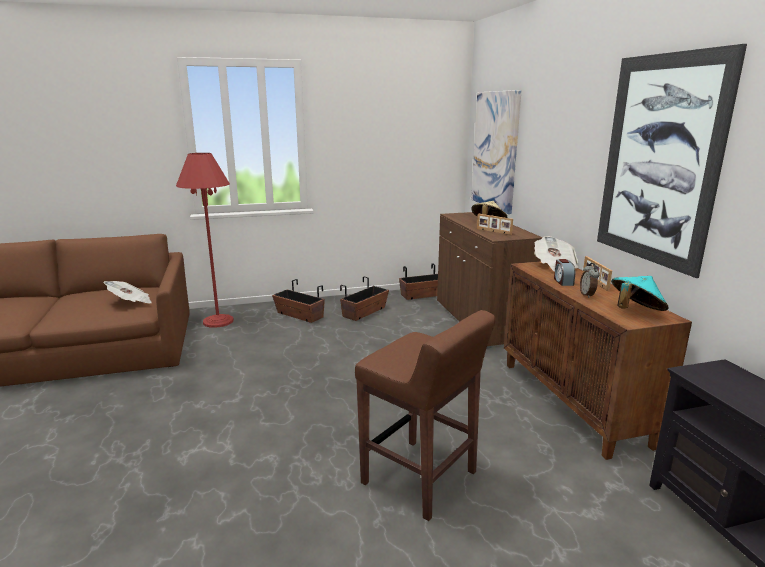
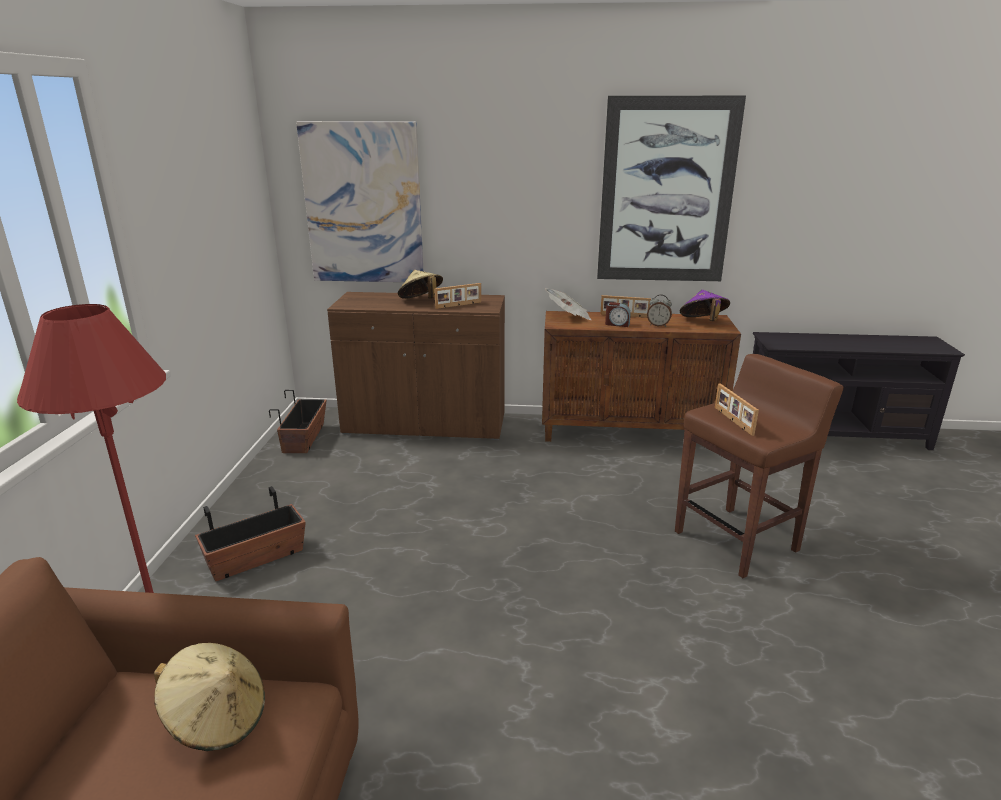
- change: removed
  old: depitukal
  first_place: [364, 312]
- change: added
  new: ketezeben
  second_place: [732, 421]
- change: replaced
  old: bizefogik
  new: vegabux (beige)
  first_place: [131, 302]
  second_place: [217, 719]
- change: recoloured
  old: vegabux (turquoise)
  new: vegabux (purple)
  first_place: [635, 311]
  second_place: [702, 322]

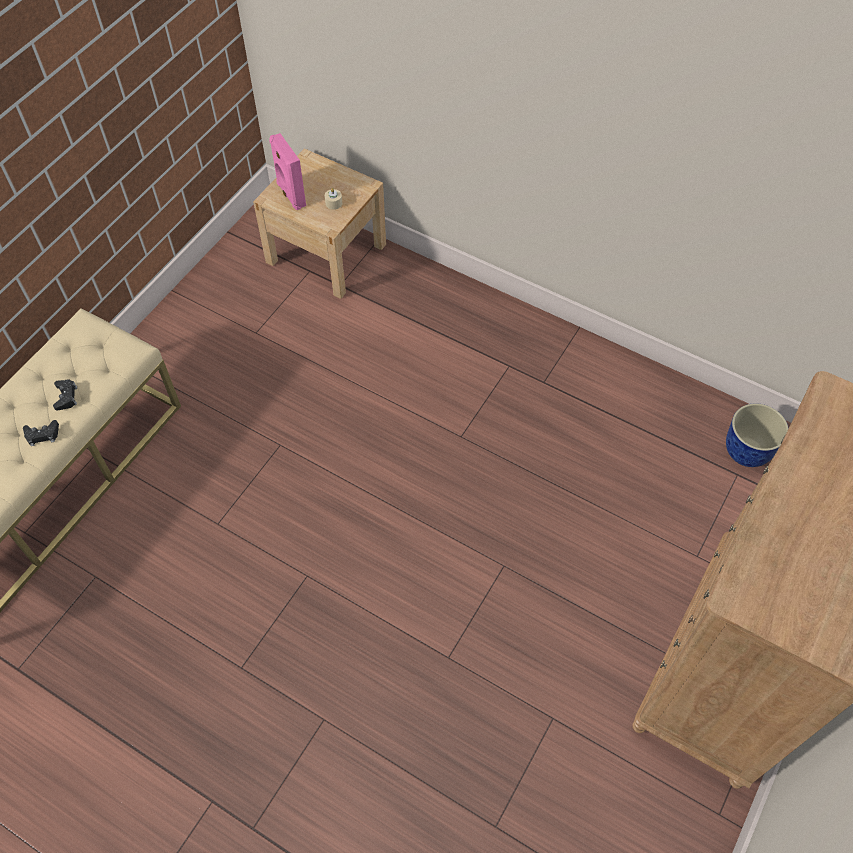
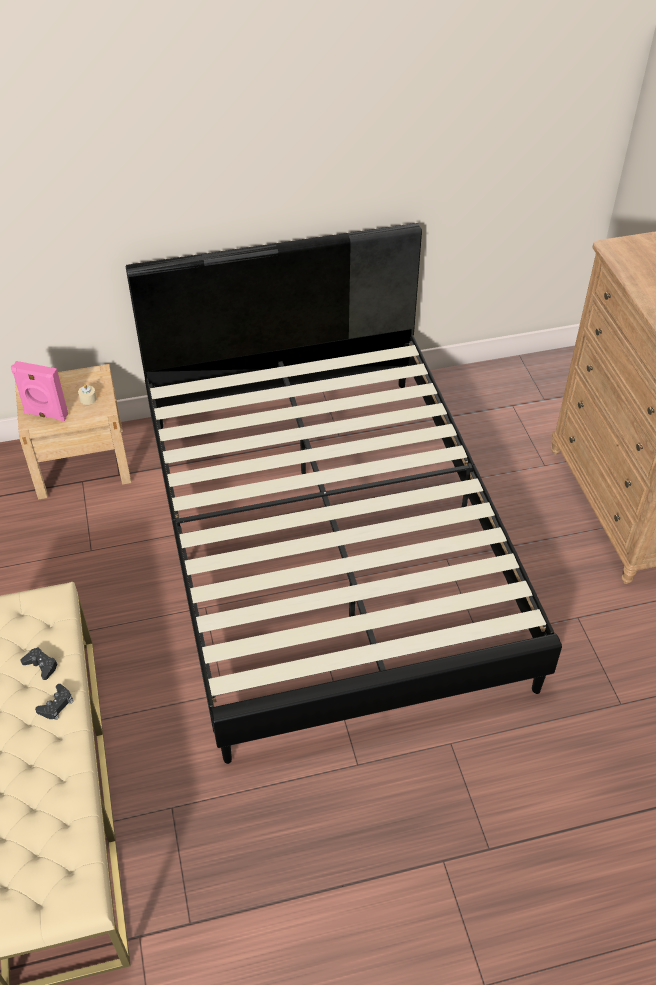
- change: removed
  old: depitukal
  first_place: [747, 451]
- change: added
  new: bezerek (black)
  second_place: [328, 541]

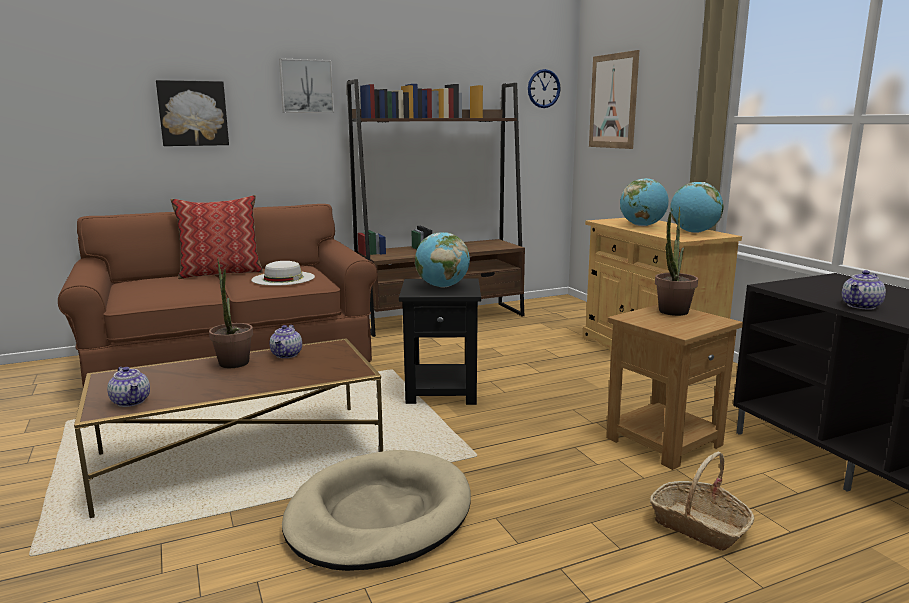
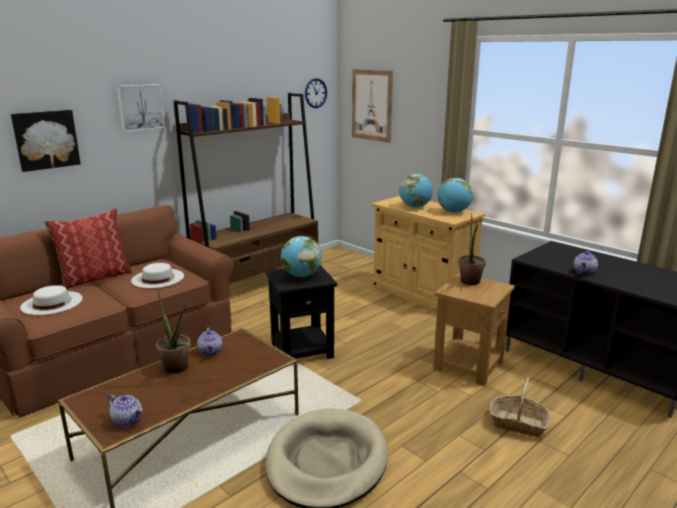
- change: added
  new: vegabux (white)
  second_place: [52, 303]

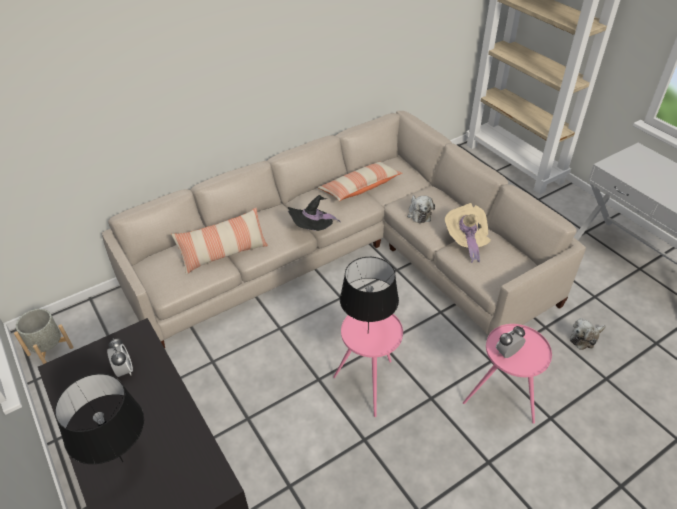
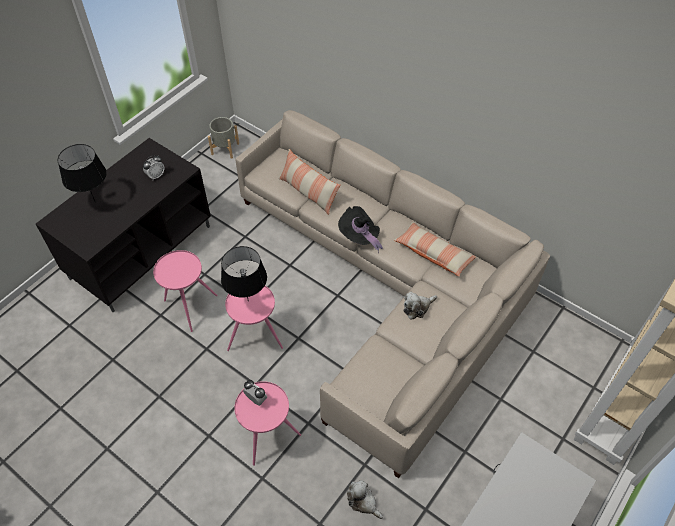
- change: removed
  old: vegabux (beige)
  first_place: [466, 241]
- change: added
  new: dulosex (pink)
  second_place: [189, 307]

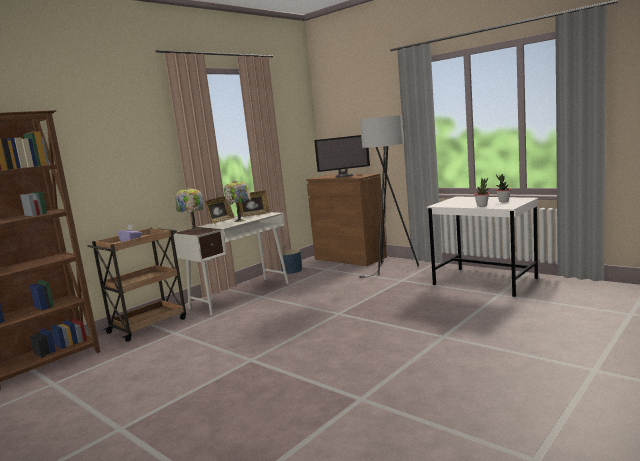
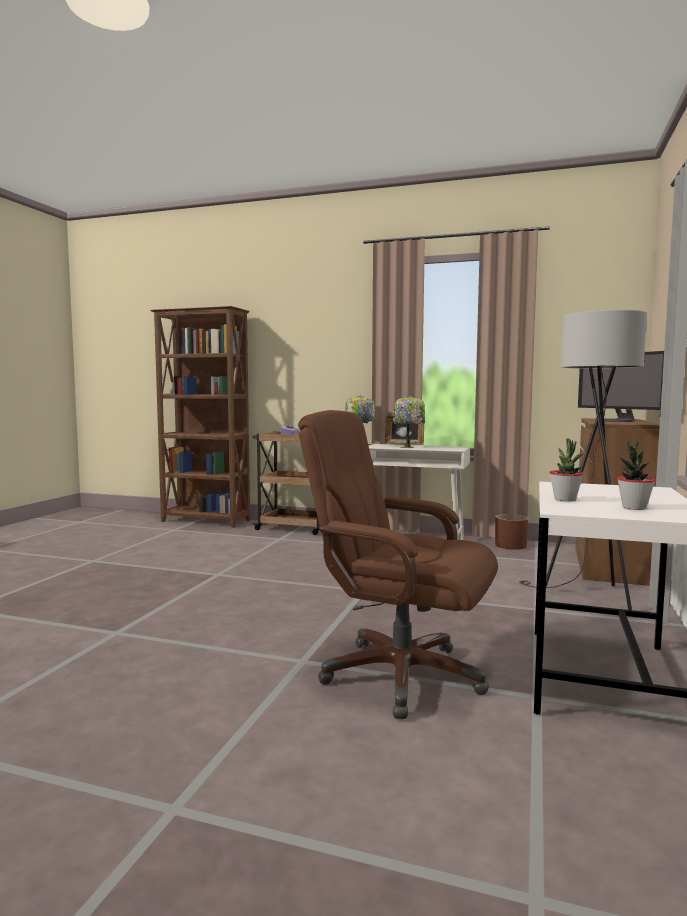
- change: removed
  old: ketezeben
  first_place: [254, 215]
- change: added
  new: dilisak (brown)
  second_place: [399, 675]
- change: recoloured
  old: depitukal (blue)
  new: depitukal (brown)
  first_place: [292, 270]
  second_place: [511, 545]

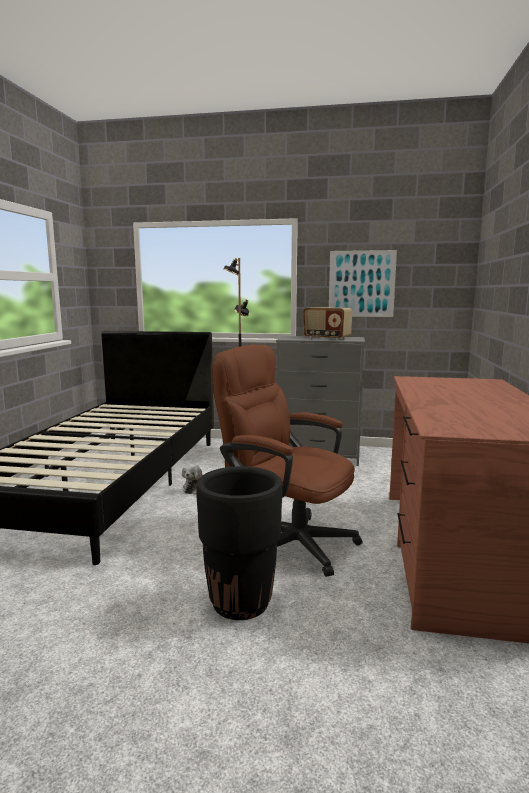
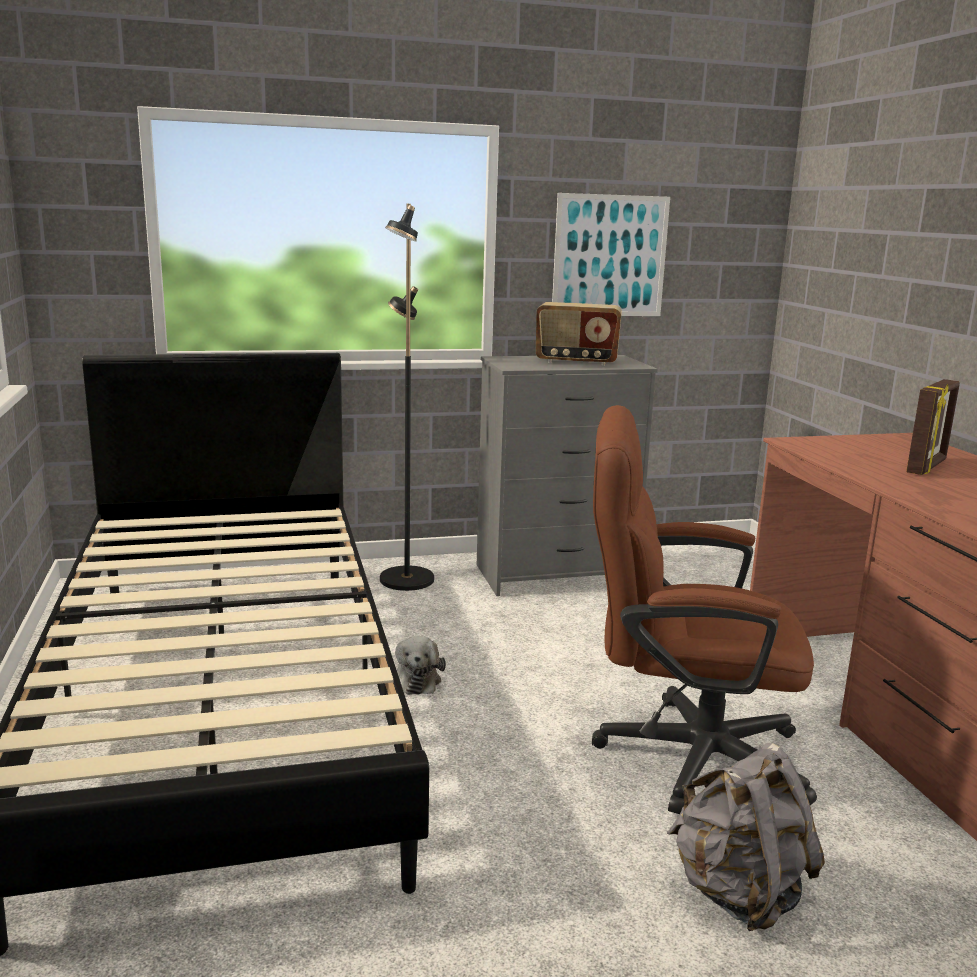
- change: added
  new: ketezeben
  second_place: [927, 467]
- change: replaced
  old: depitukal (black)
  new: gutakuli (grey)
  first_place: [240, 603]
  second_place: [738, 893]

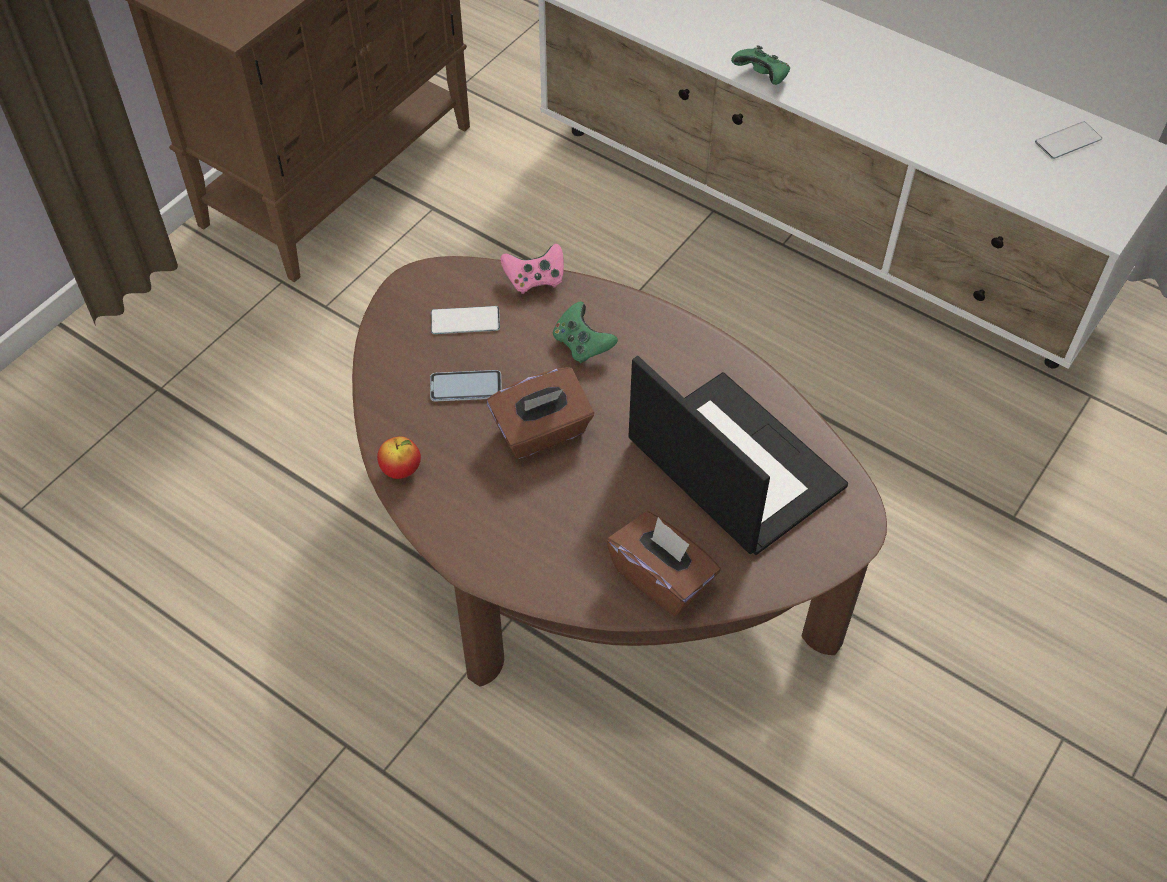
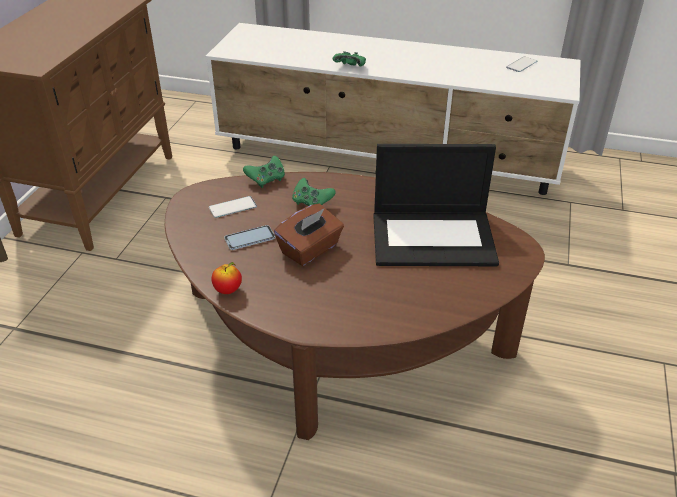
- change: removed
  old: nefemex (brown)
  first_place: [662, 578]
- change: recoloured
  old: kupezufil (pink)
  new: kupezufil (green)
  first_place: [535, 280]
  second_place: [266, 180]
- change: turned
  old: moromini
  first_place: [732, 463]
  second_place: [434, 238]
  degrees: 150

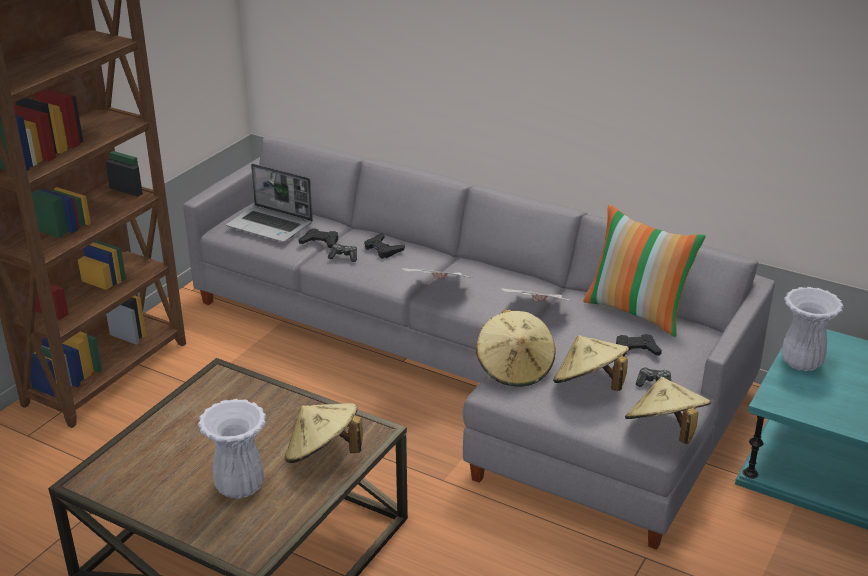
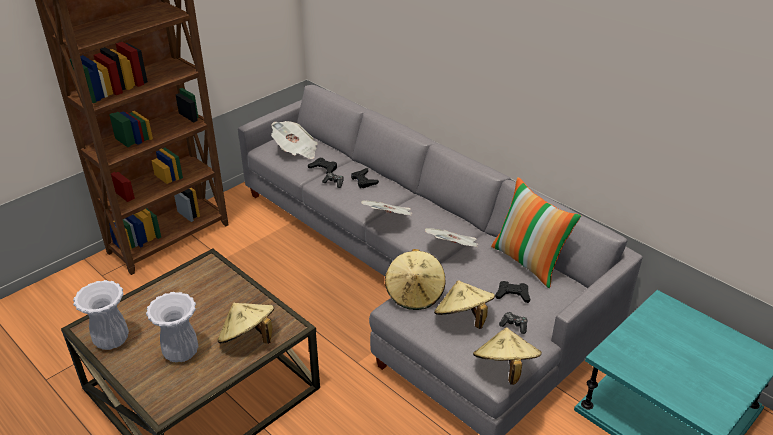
- change: moved
  old: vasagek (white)
  first_place: [801, 362]
  second_place: [112, 340]
- change: replaced
  old: moromini
  new: bizefogik
  first_place: [271, 225]
  second_place: [296, 150]

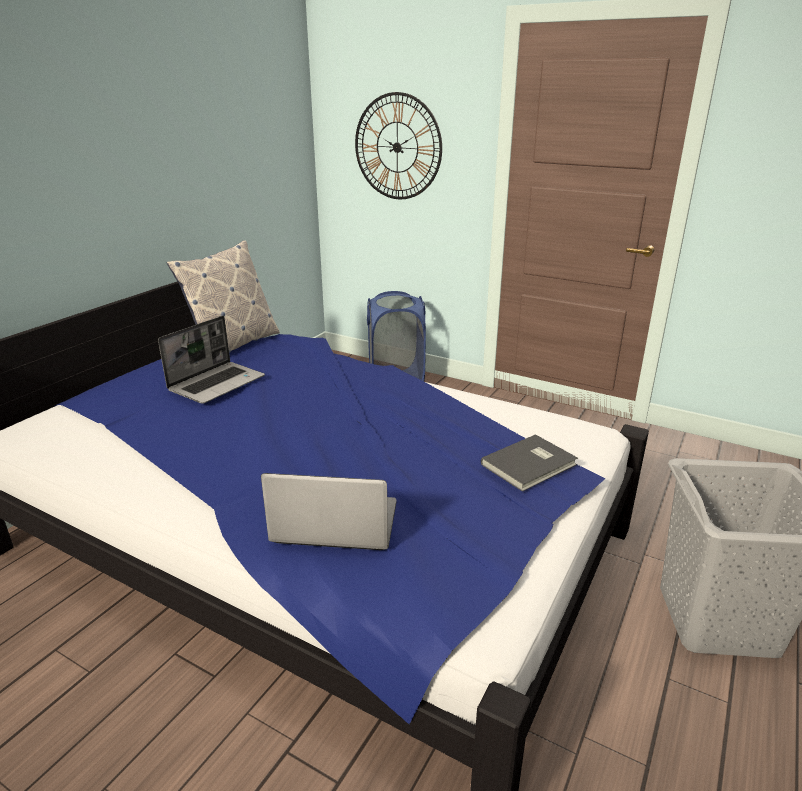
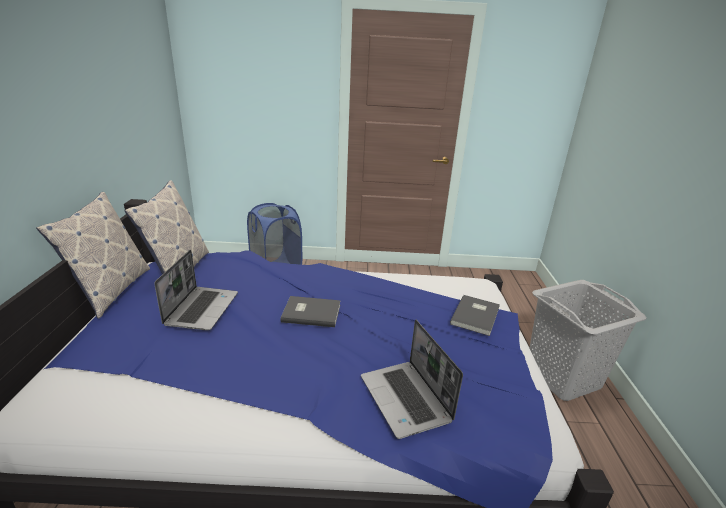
- change: removed
  old: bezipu
  first_place: [397, 147]
- change: added
  new: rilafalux
  second_place: [111, 290]
- change: added
  new: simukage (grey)
  second_place: [311, 312]
- change: turned
  old: moromini
  first_place: [333, 524]
  second_place: [406, 399]
  degrees: -90

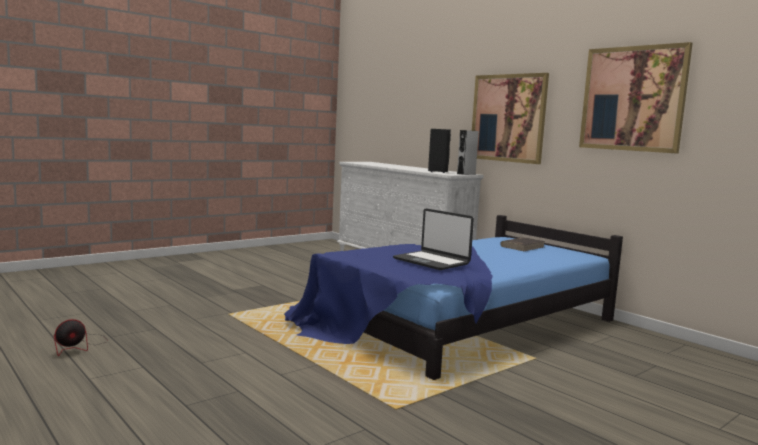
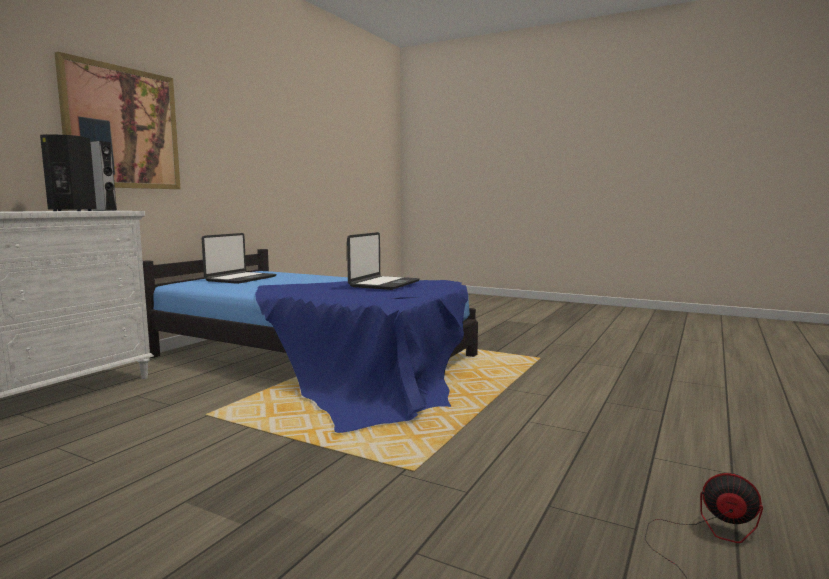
- change: removed
  old: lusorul
  first_place: [632, 99]
- change: replaced
  old: simukage (brown)
  new: moromini
  first_place: [522, 246]
  second_place: [240, 279]

